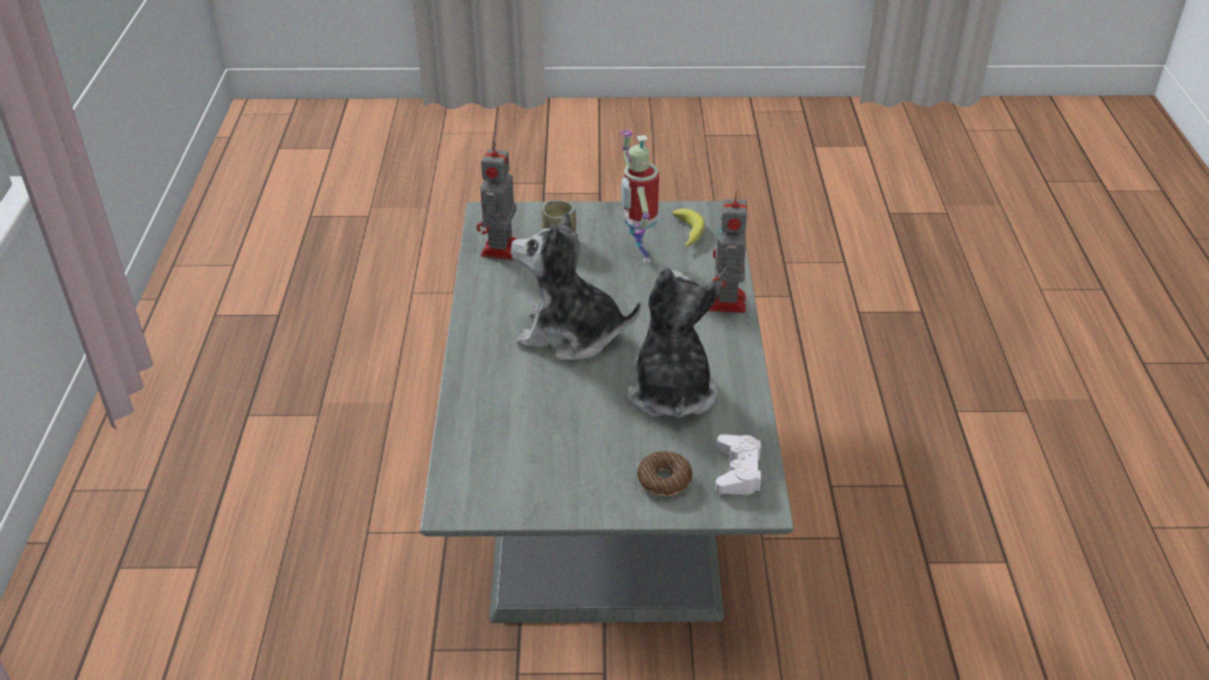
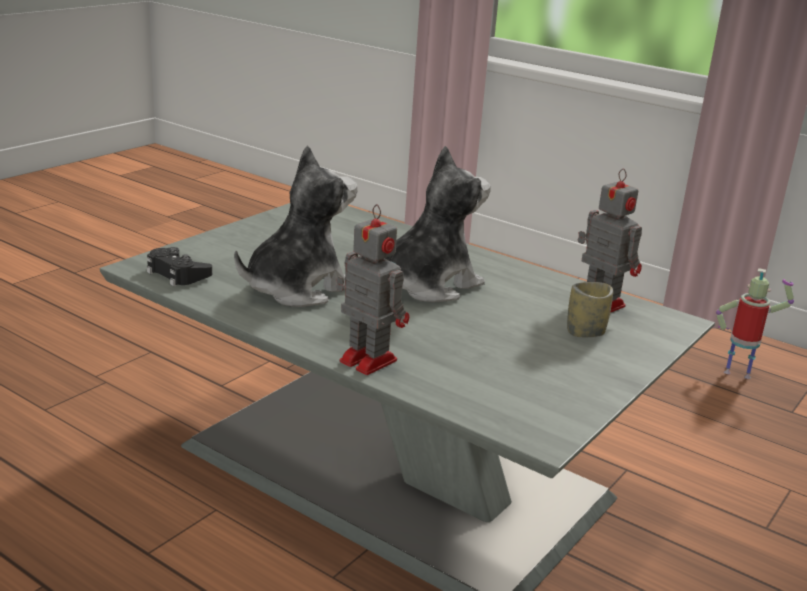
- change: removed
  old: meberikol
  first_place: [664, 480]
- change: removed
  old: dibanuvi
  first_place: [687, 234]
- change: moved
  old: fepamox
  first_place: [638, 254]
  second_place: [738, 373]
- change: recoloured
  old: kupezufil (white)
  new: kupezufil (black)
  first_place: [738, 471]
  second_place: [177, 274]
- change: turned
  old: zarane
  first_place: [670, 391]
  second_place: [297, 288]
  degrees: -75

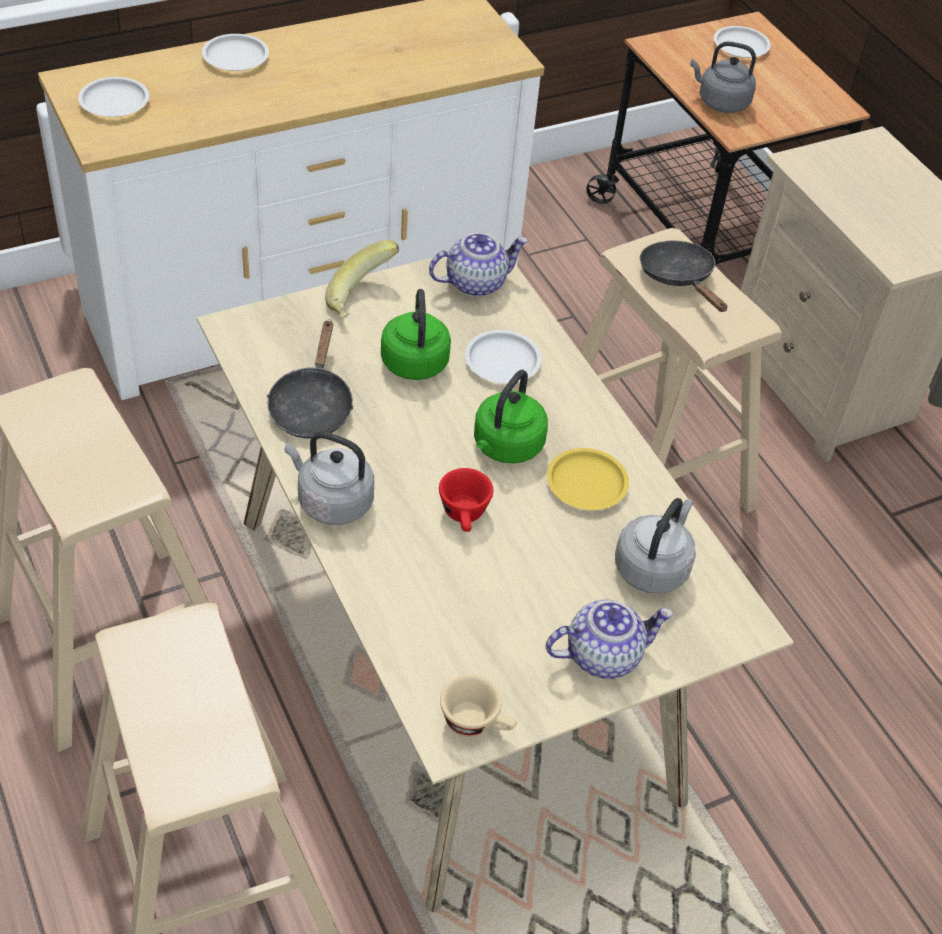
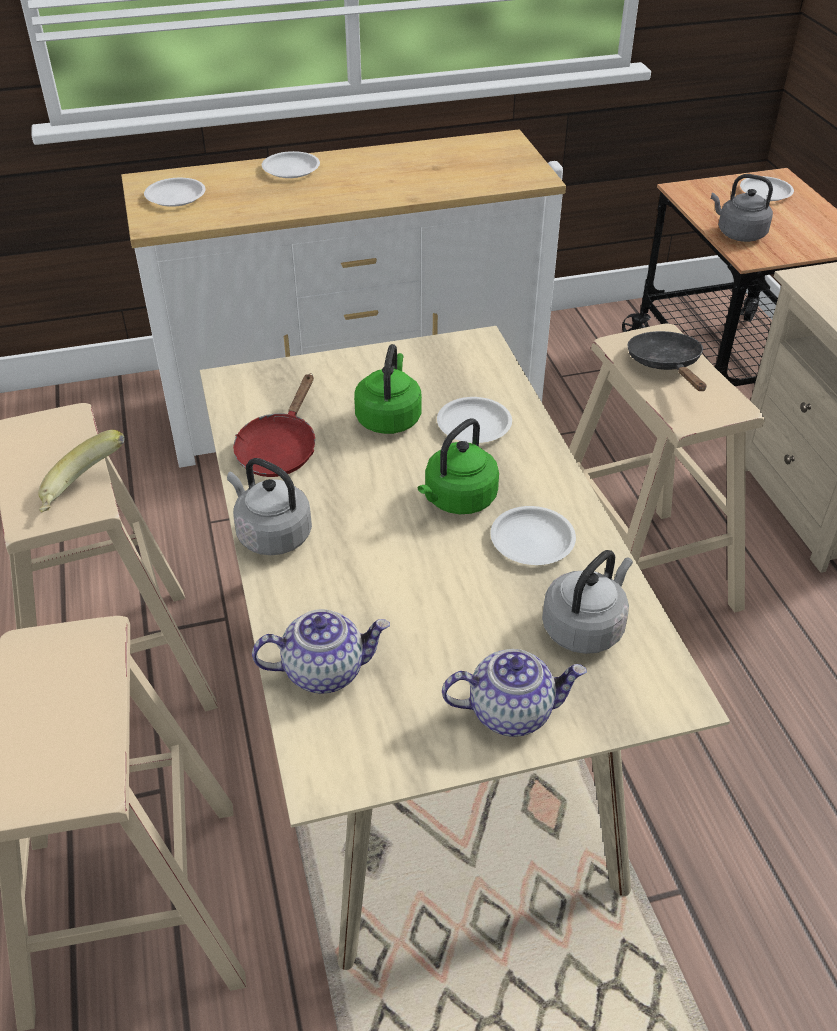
- change: removed
  old: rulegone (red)
  first_place: [465, 516]
- change: removed
  old: rulegone (beige)
  first_place: [477, 723]
- change: moved
  old: dibanuvi
  first_place: [362, 299]
  second_place: [85, 493]
- change: moved
  old: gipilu
  first_place: [476, 282]
  second_place: [324, 670]
- change: recoloured
  old: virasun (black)
  new: virasun (red)
  first_place: [312, 405]
  second_place: [279, 449]
- change: recoloured
  old: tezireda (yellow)
  new: tezireda (white)
  first_place: [587, 484]
  second_place: [532, 541]

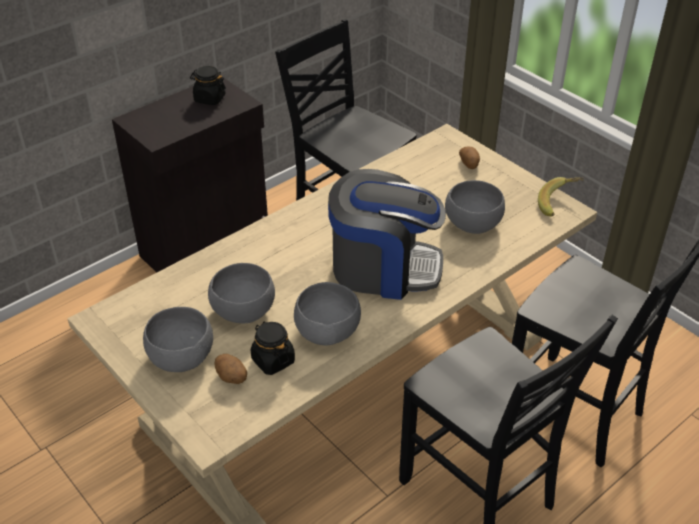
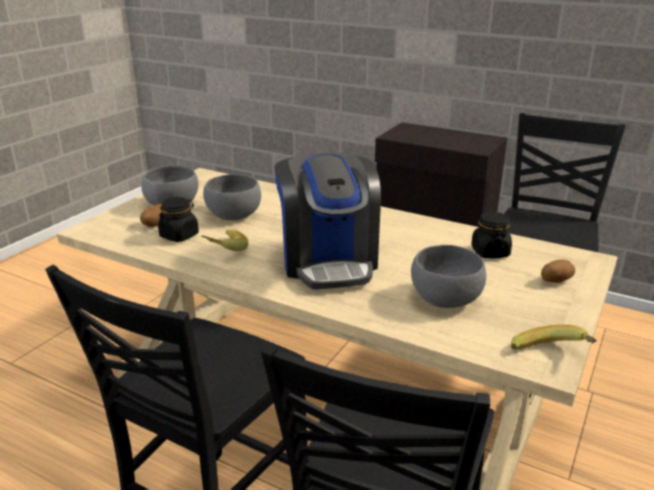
- change: moved
  old: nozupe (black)
  first_place: [209, 98]
  second_place: [490, 252]
- change: replaced
  old: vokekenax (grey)
  new: dibanuvi
  first_place: [327, 331]
  second_place: [224, 250]

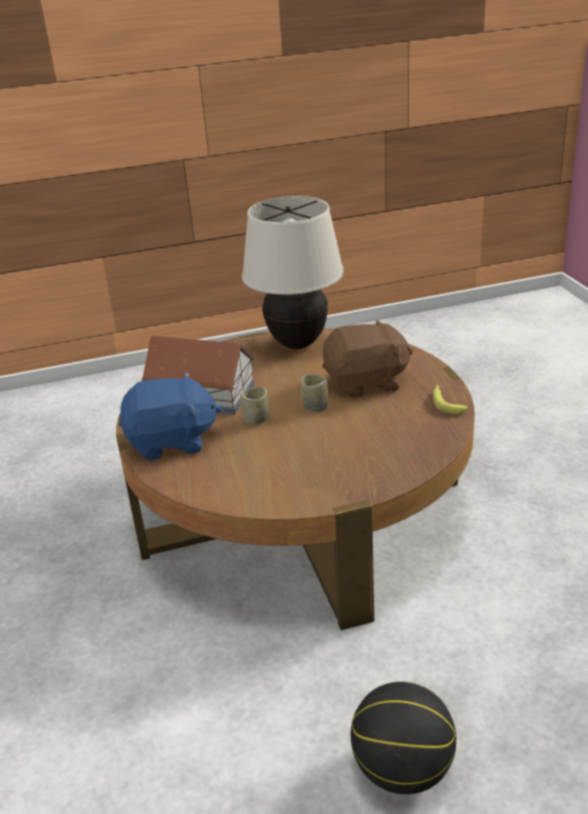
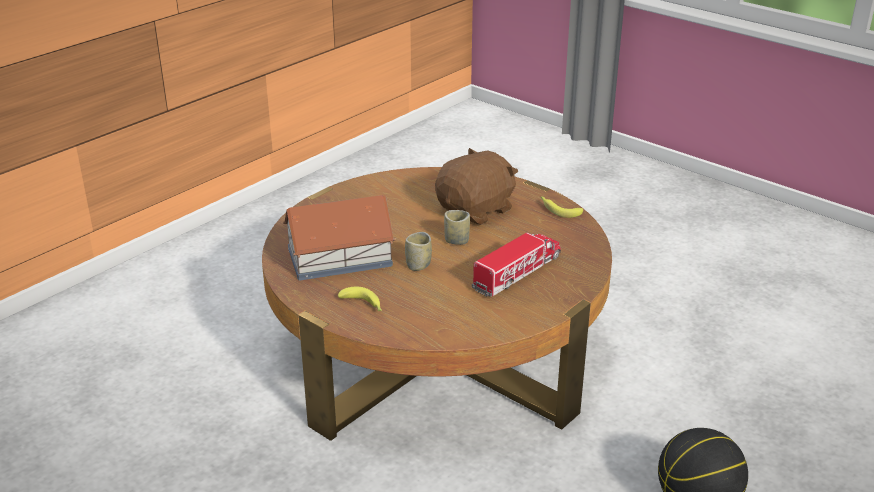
- change: removed
  old: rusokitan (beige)
  first_place: [297, 344]
- change: added
  new: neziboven
  second_place: [517, 272]
- change: replaced
  old: zarane (blue)
  new: dibanuvi
  first_place: [171, 442]
  second_place: [363, 305]

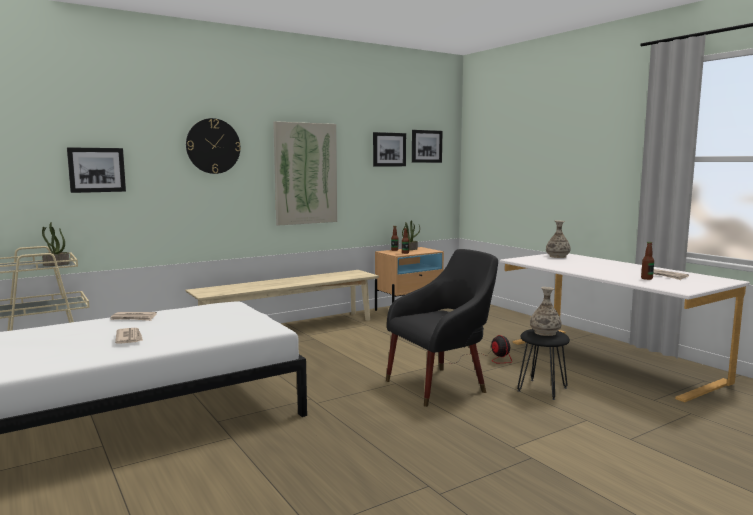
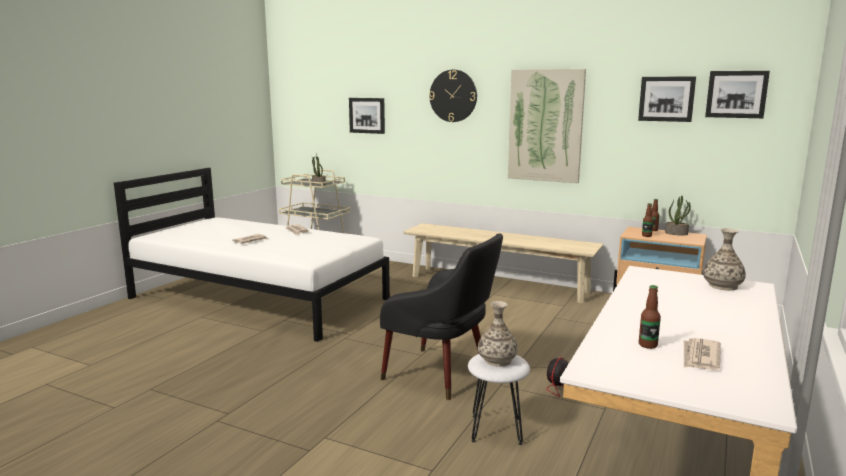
- change: recoloured
  old: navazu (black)
  new: navazu (white)
  first_place: [541, 389]
  second_place: [496, 429]

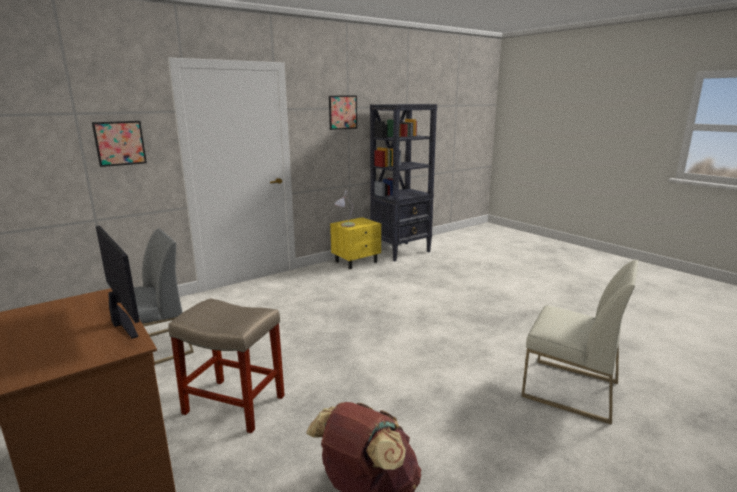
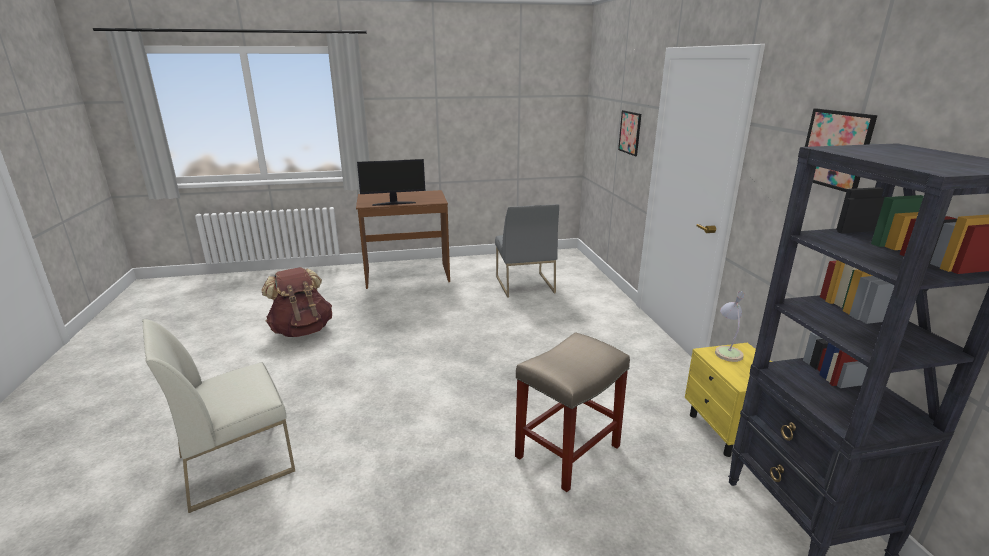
- change: moved
  old: navazu (beige)
  first_place: [236, 405]
  second_place: [567, 452]

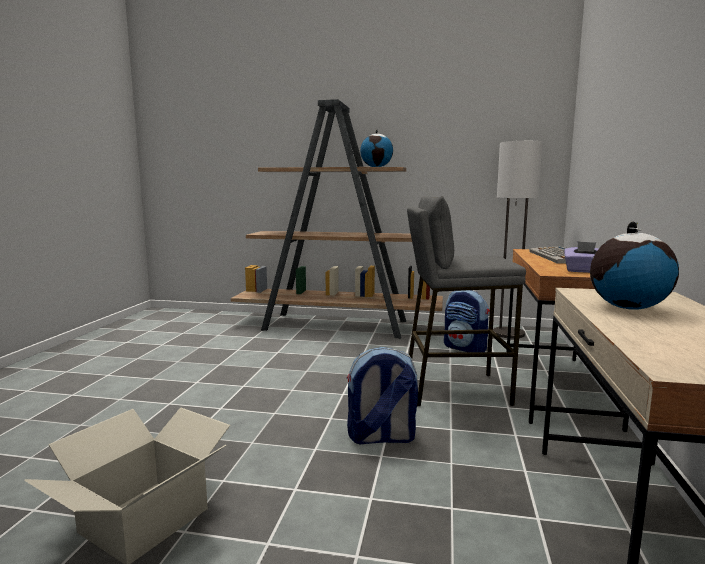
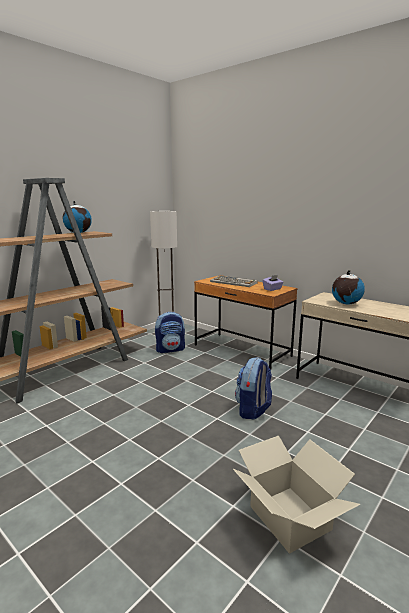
- change: removed
  old: navazu (grey)
  first_place: [455, 389]

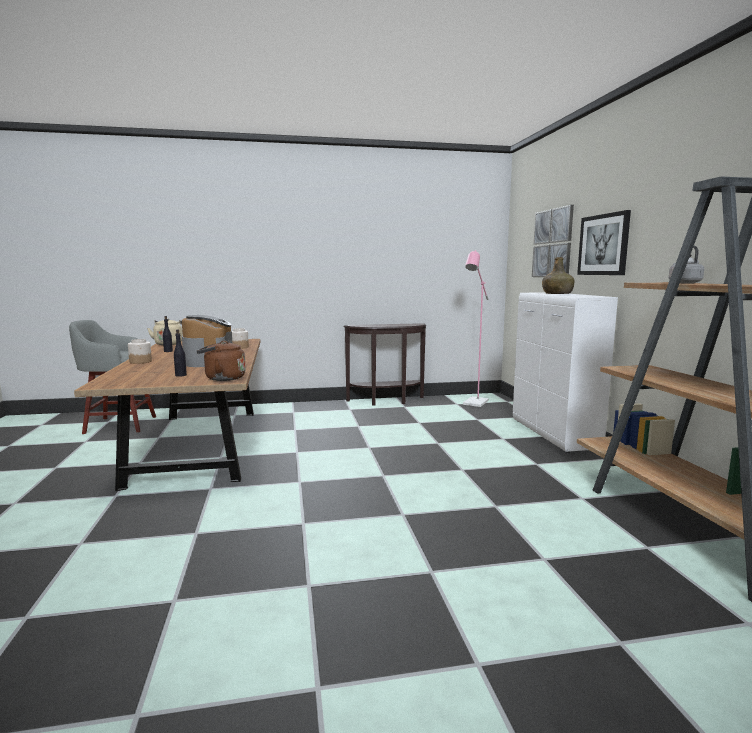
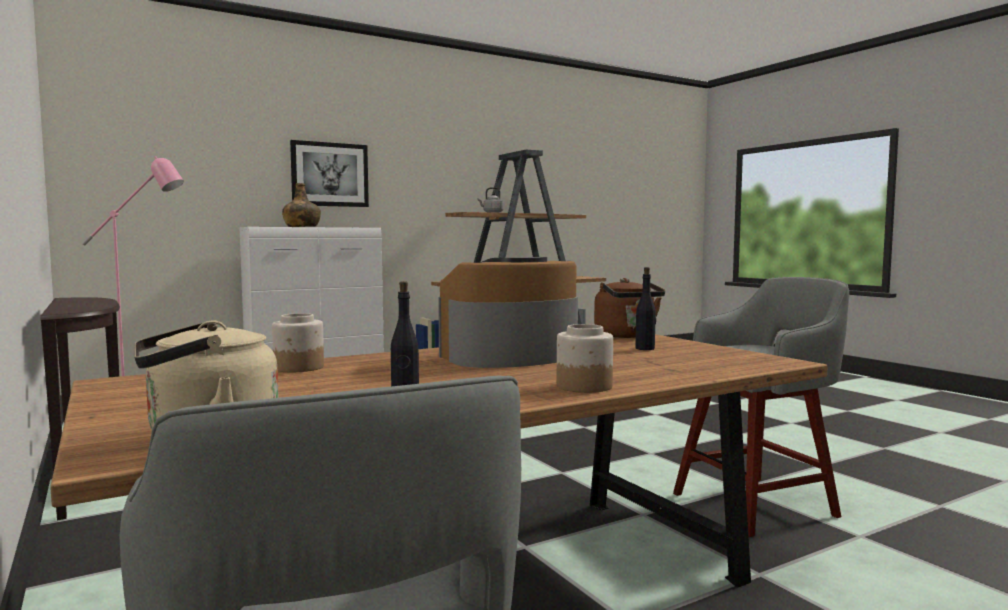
- change: removed
  old: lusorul
  first_place: [552, 243]
- change: added
  new: navazu (grey)
  second_place: [758, 504]

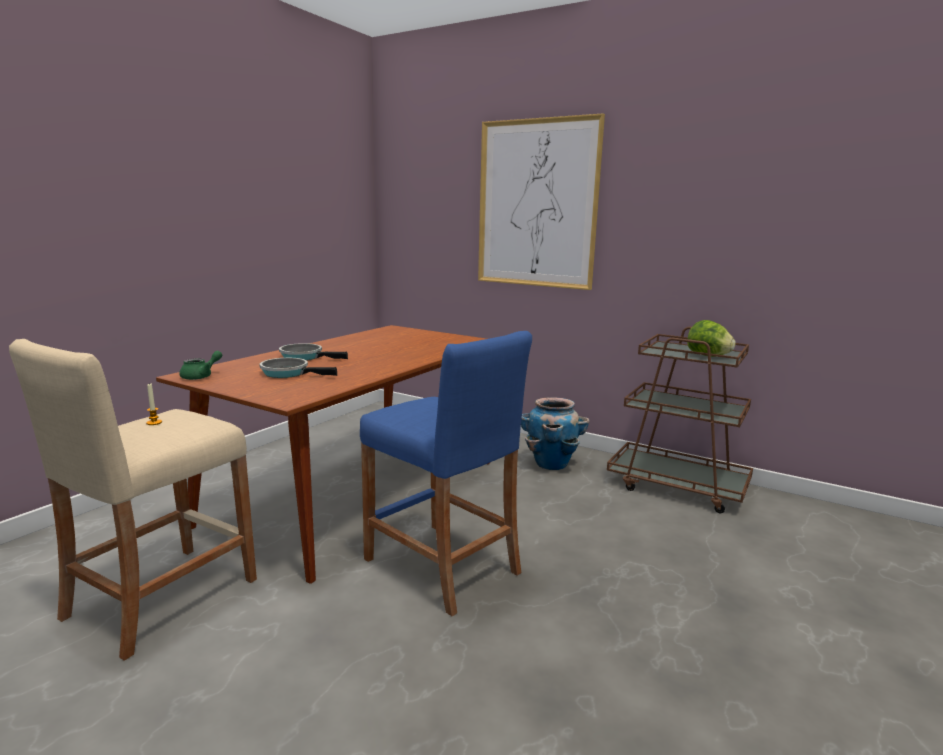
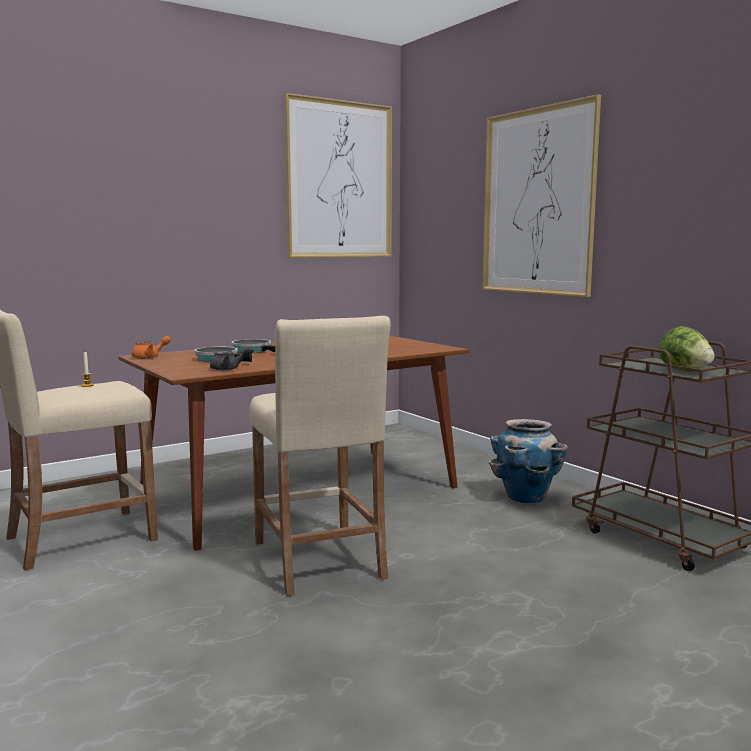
- change: added
  new: gipilu (grey)
  second_place: [229, 369]
- change: added
  new: lusorul
  second_place: [340, 180]
- change: recoloured
  old: gipilu (green)
  new: gipilu (orange)
  first_place: [201, 376]
  second_place: [149, 357]
- change: recoloured
  old: navazu (blue)
  new: navazu (beige)
  first_place: [441, 566]
  second_place: [318, 559]

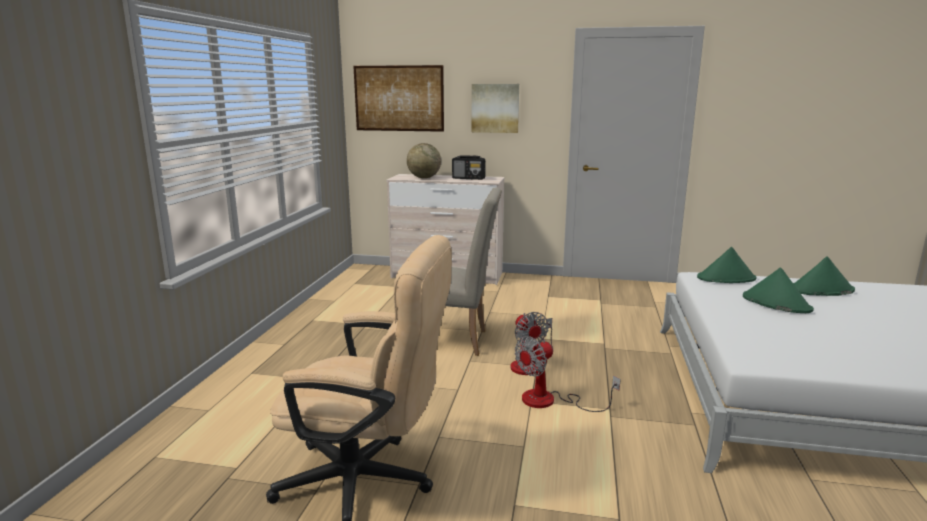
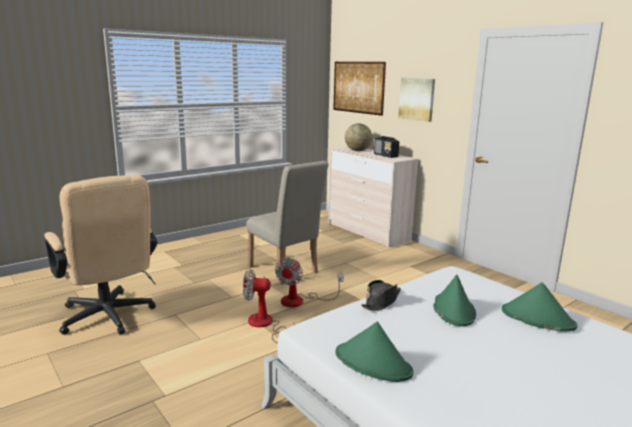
- change: added
  new: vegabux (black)
  second_place: [381, 301]
- change: moved
  old: vegabux (green)
  first_place: [726, 278]
  second_place: [373, 363]

